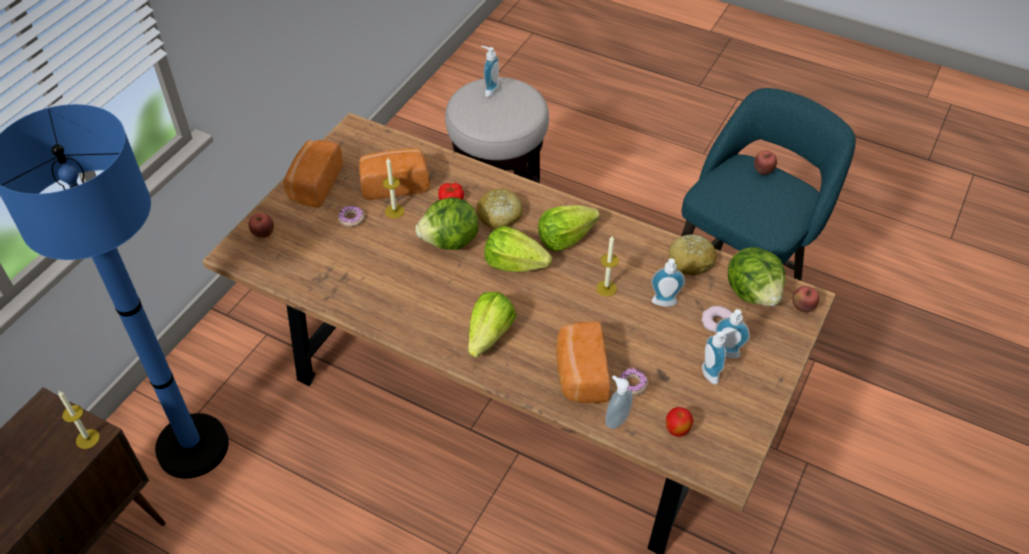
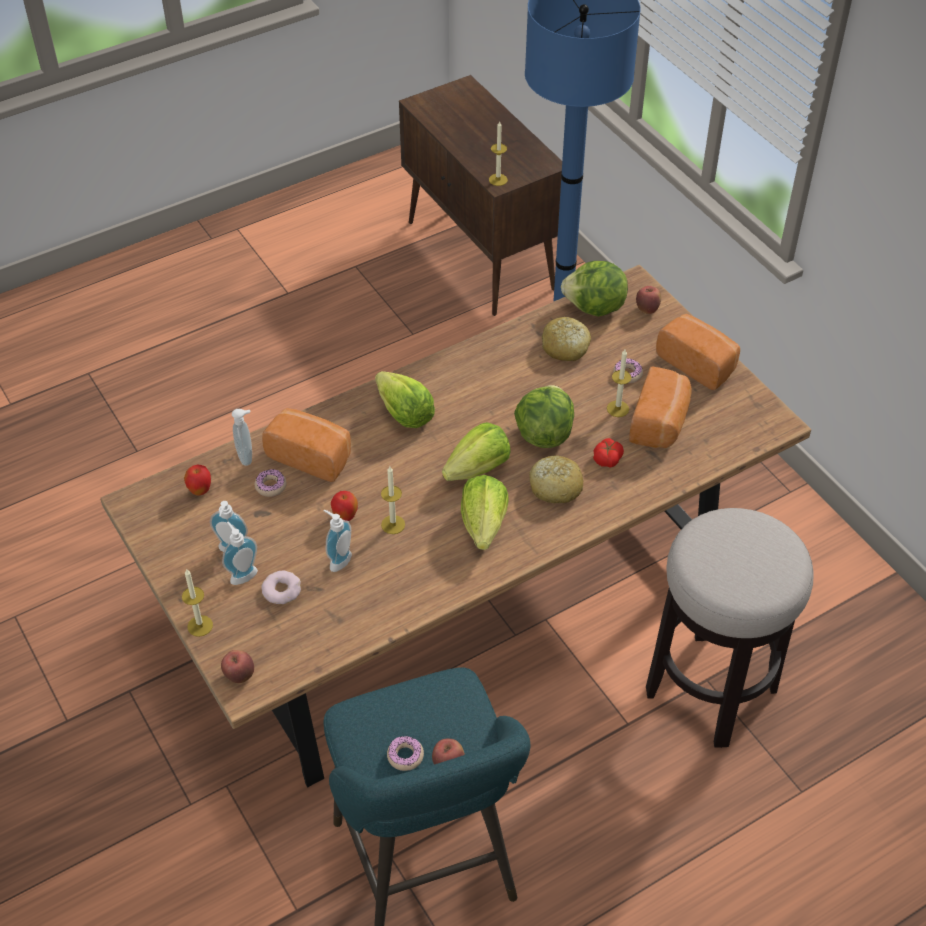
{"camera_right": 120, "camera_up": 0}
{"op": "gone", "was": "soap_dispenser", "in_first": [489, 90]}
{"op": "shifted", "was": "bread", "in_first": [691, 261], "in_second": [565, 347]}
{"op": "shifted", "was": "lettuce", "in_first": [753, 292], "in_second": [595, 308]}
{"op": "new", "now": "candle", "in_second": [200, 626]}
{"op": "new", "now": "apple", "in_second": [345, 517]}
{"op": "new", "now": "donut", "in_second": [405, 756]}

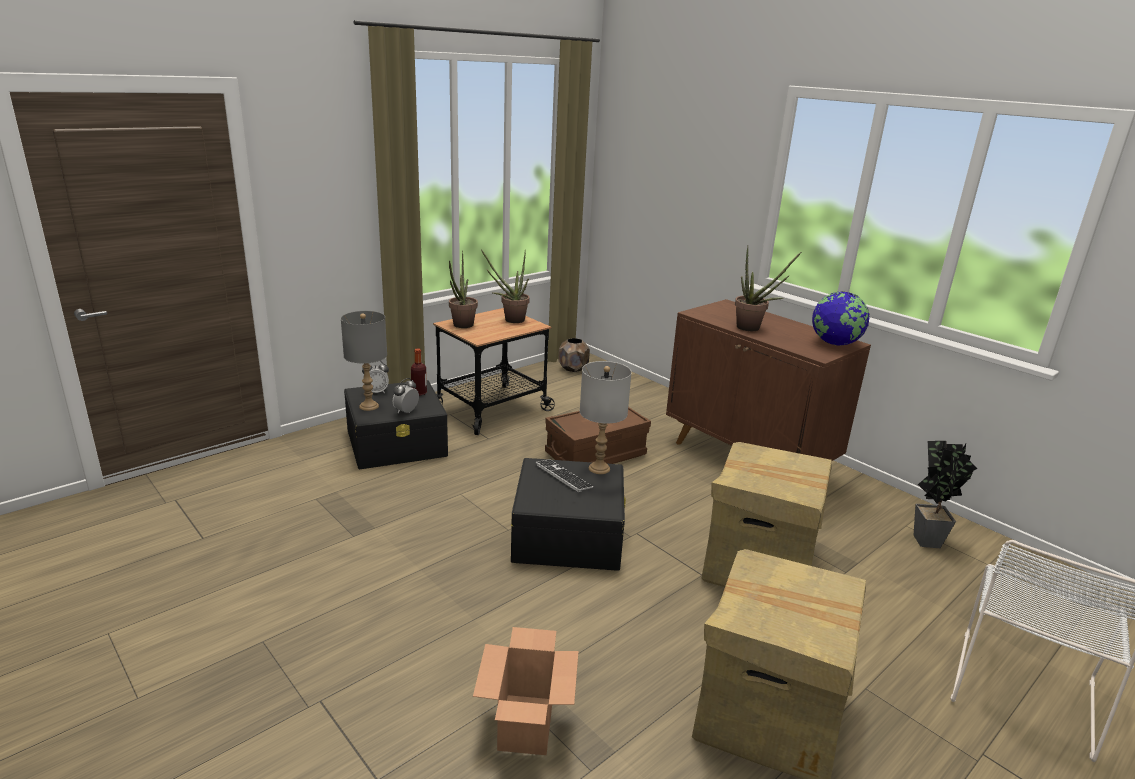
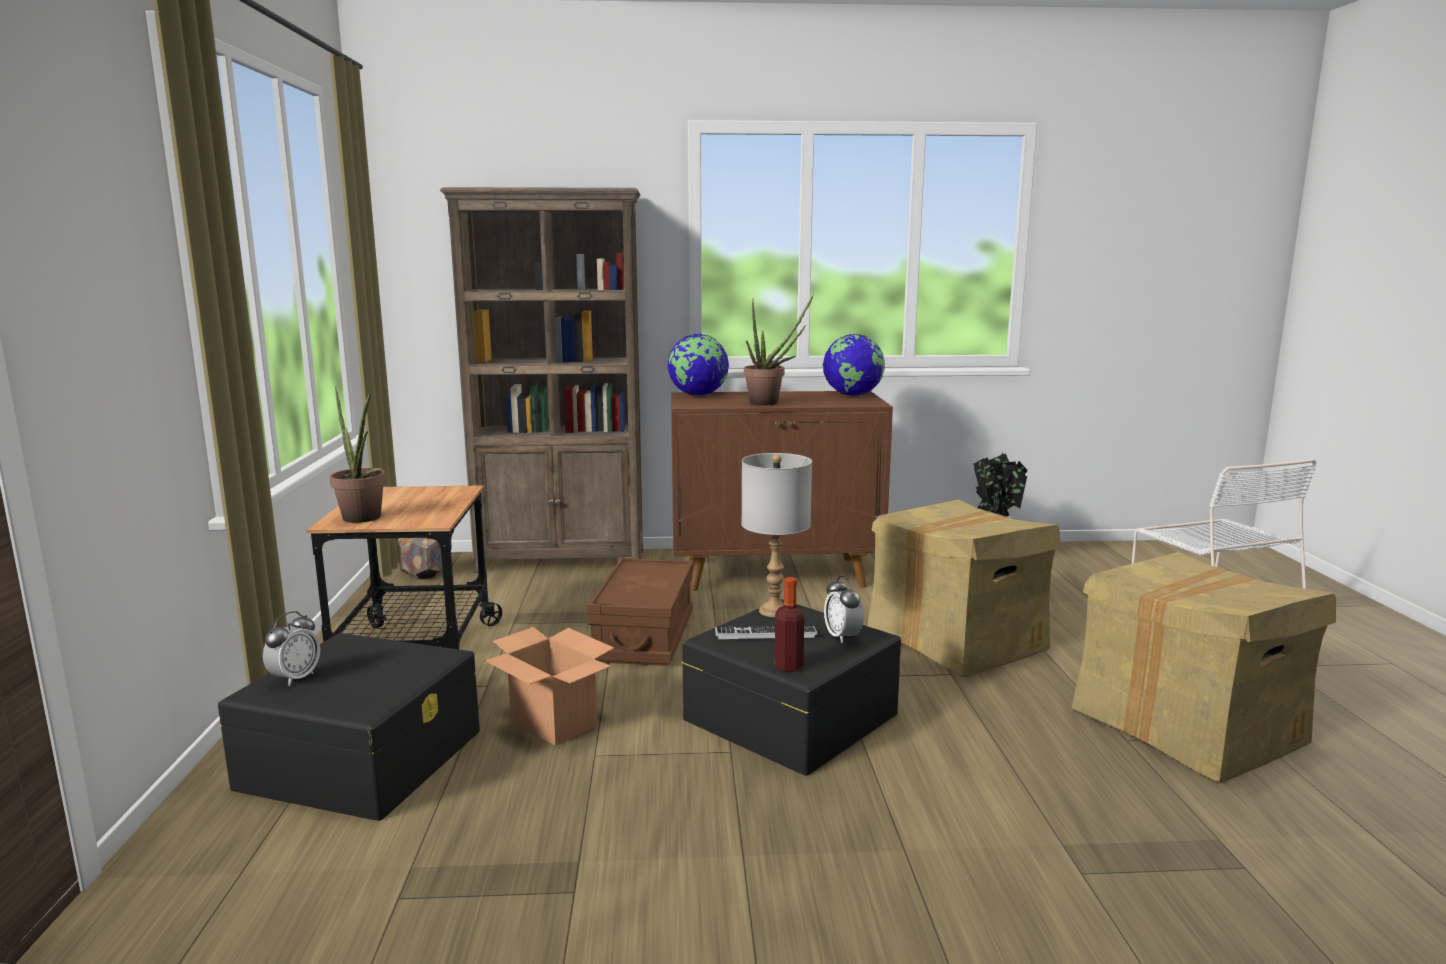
{"camera_right": -50, "camera_up": -10}
{"op": "gone", "was": "grey_table_lamp", "in_first": [368, 406]}
{"op": "shifted", "was": "alarm_clock", "in_first": [406, 411], "in_second": [842, 637]}
{"op": "shifted", "was": "bottle", "in_first": [419, 393], "in_second": [788, 666]}
{"op": "shifted", "was": "cardboard_box", "in_first": [526, 725], "in_second": [554, 723]}
{"op": "gone", "was": "potted_plant", "in_first": [510, 320]}
{"op": "new", "now": "brown_bookcase", "in_second": [562, 561]}
{"op": "new", "now": "globe", "in_second": [698, 395]}

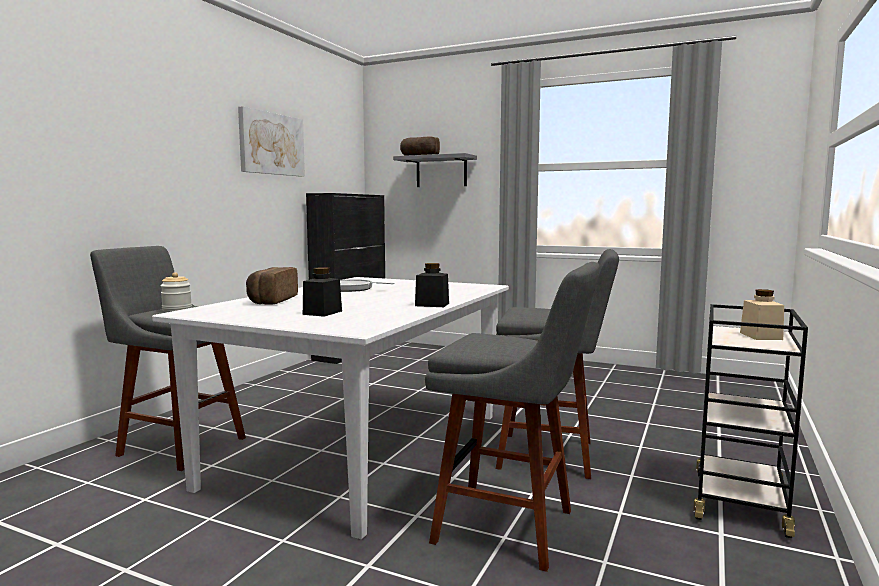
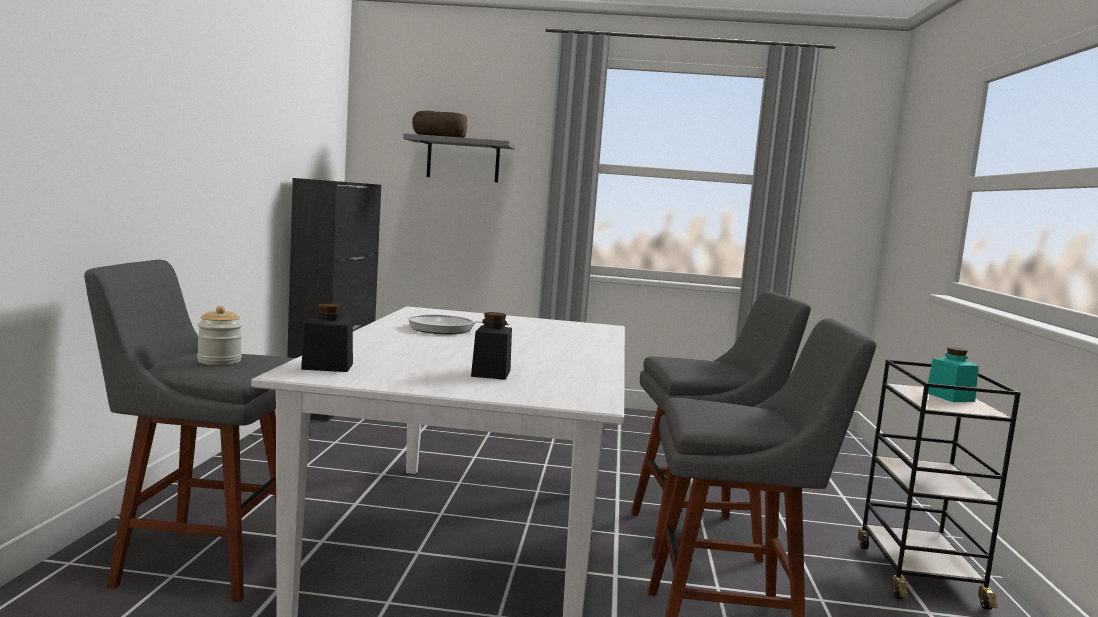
{"camera_right": -20, "camera_up": 0}
{"op": "gone", "was": "picture", "in_first": [271, 144]}
{"op": "gone", "was": "bread", "in_first": [271, 300]}
{"op": "shifted", "was": "black_jar", "in_first": [432, 304], "in_second": [327, 366]}
{"op": "repainted", "was": "beige_jar", "now": "turquoise_jar", "in_first": [760, 336], "in_second": [949, 397]}

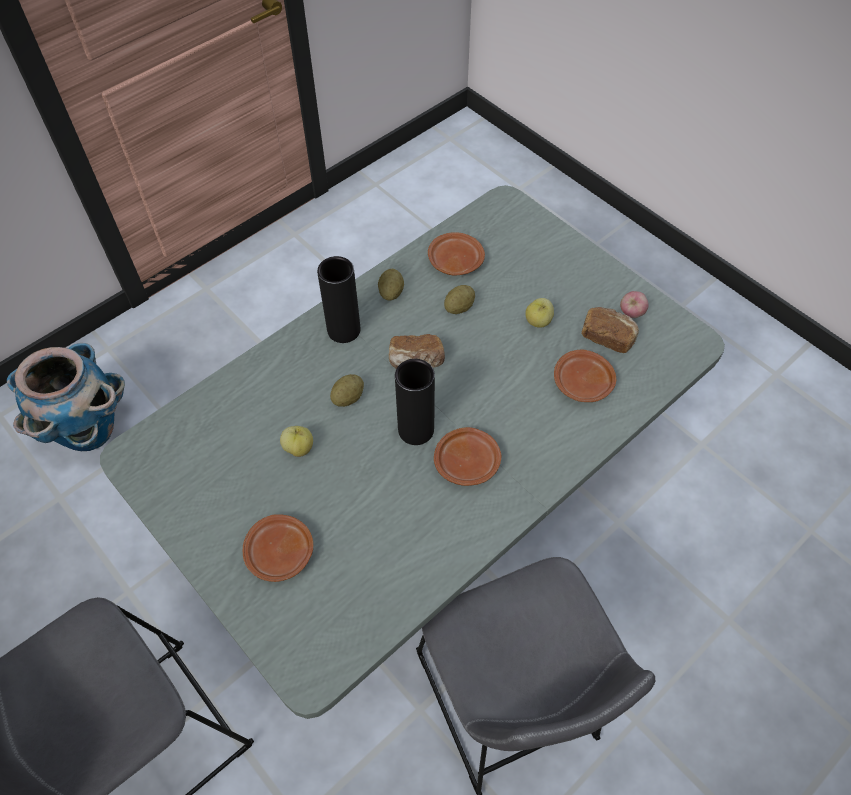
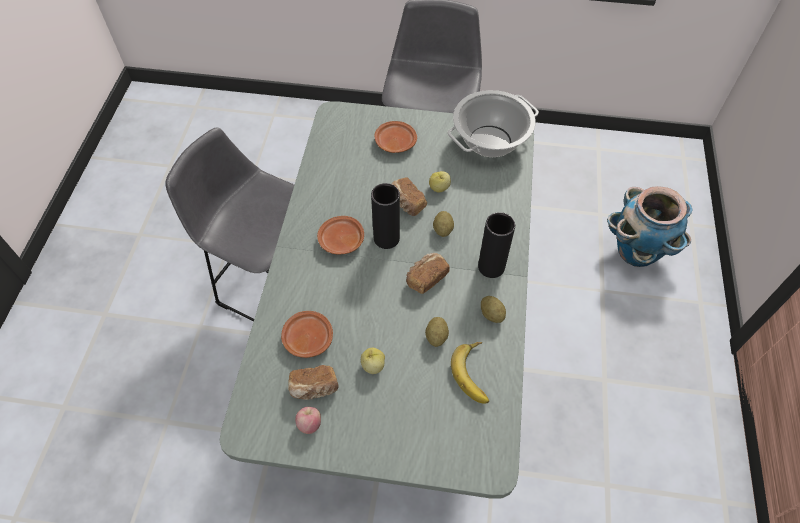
{"camera_right": 140, "camera_up": 0}
{"op": "swapped", "was": "brown_plate", "now": "banana", "in_first": [454, 261], "in_second": [476, 374]}
{"op": "new", "now": "bread", "in_second": [406, 203]}
{"op": "new", "now": "cooking_pot", "in_second": [490, 141]}

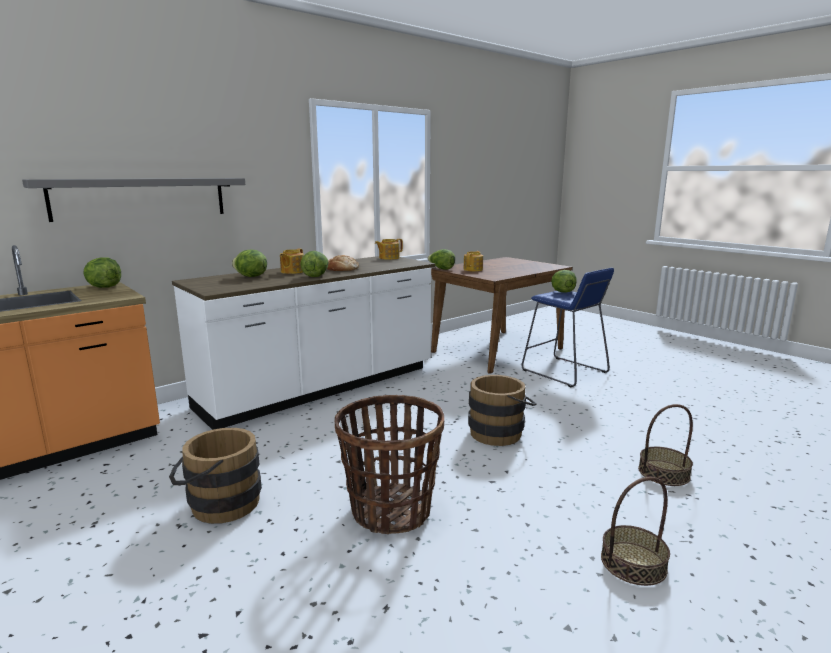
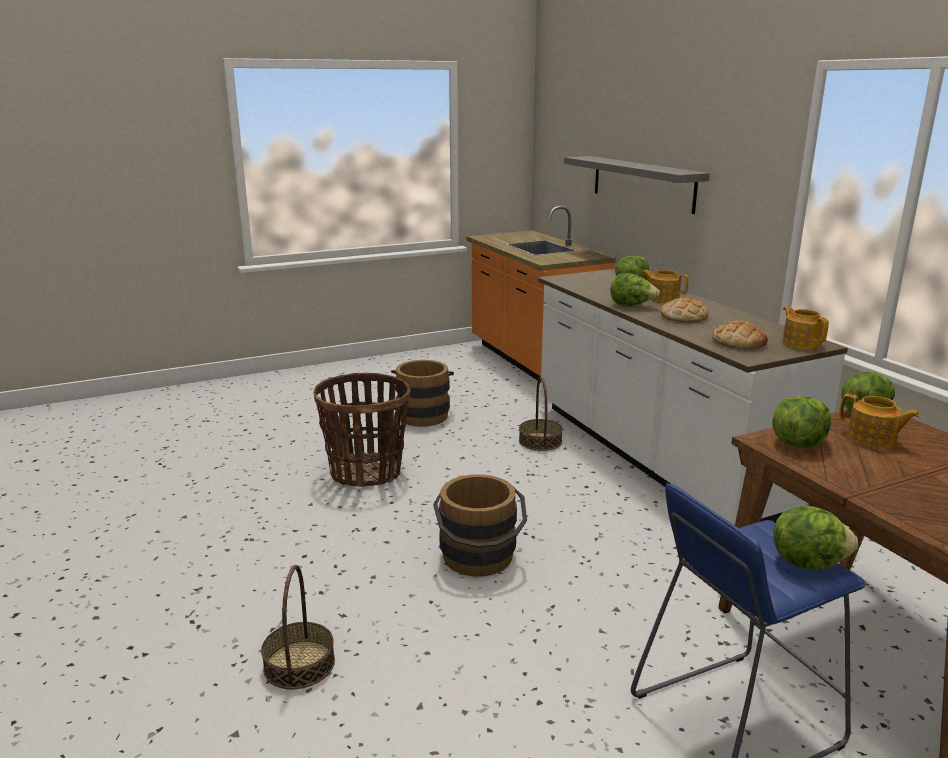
{"camera_right": 105, "camera_up": 5}
{"op": "shifted", "was": "lettuce", "in_first": [104, 287], "in_second": [798, 443]}
{"op": "shifted", "was": "basket", "in_first": [633, 563], "in_second": [540, 441]}
{"op": "new", "now": "bread", "in_second": [739, 342]}

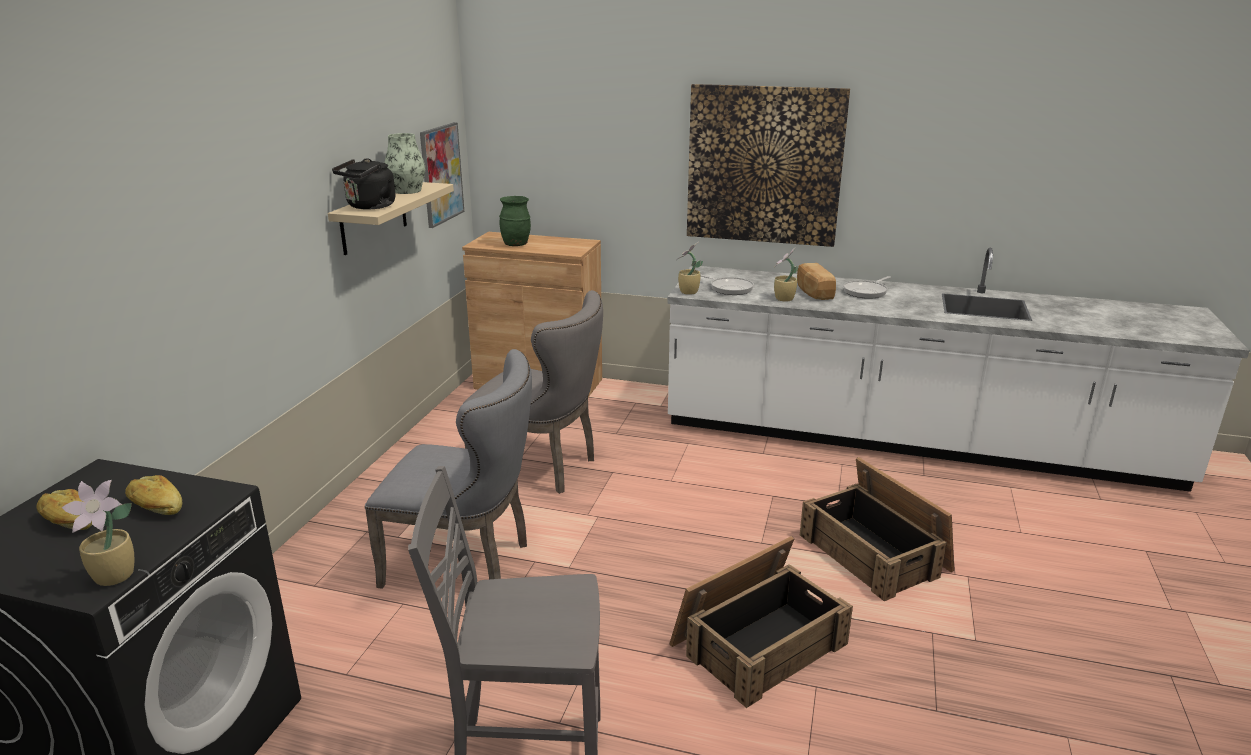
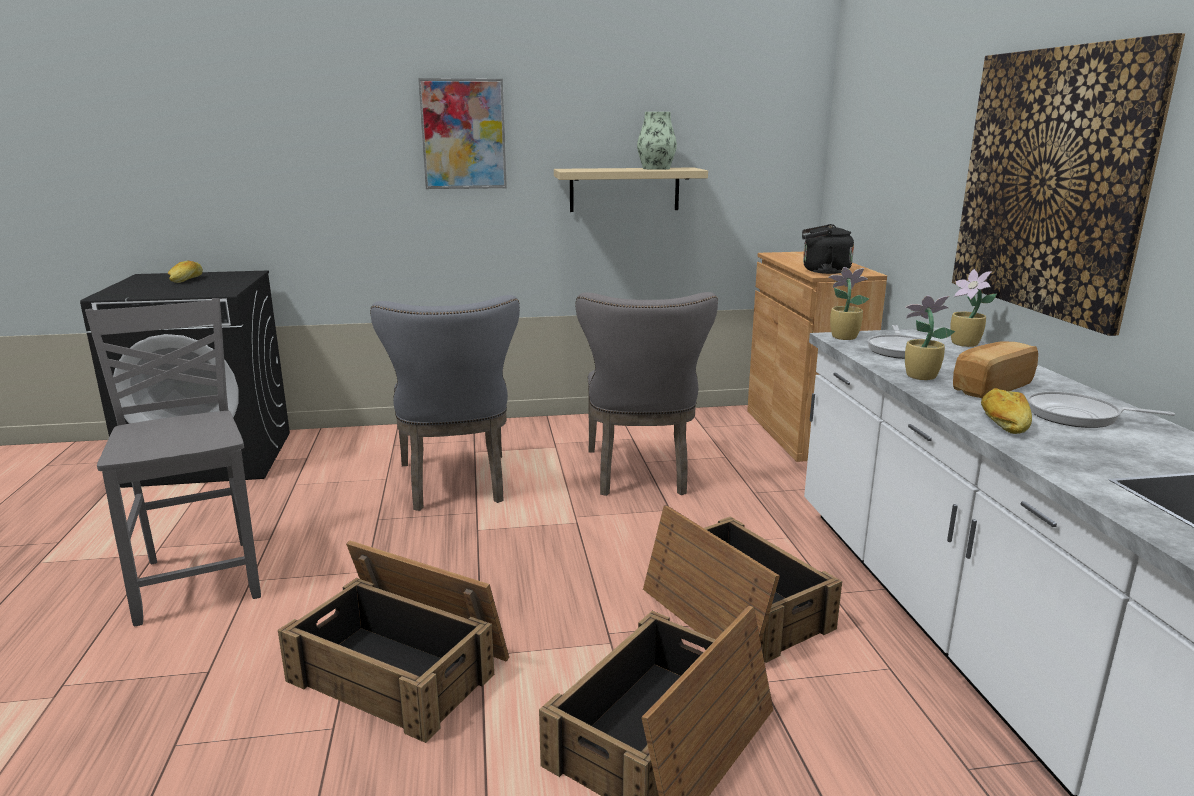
{"camera_right": 65, "camera_up": -5}
{"op": "shifted", "was": "potted_plant", "in_first": [116, 577], "in_second": [965, 344]}
{"op": "shifted", "was": "bread", "in_first": [155, 507], "in_second": [1002, 424]}
{"op": "shifted", "was": "black_kettle", "in_first": [369, 207], "in_second": [822, 271]}
{"op": "shifted", "was": "picture", "in_first": [441, 174], "in_second": [463, 134]}
{"op": "gone", "was": "green_vase", "in_first": [516, 244]}
{"op": "new", "now": "crate", "in_second": [734, 609]}

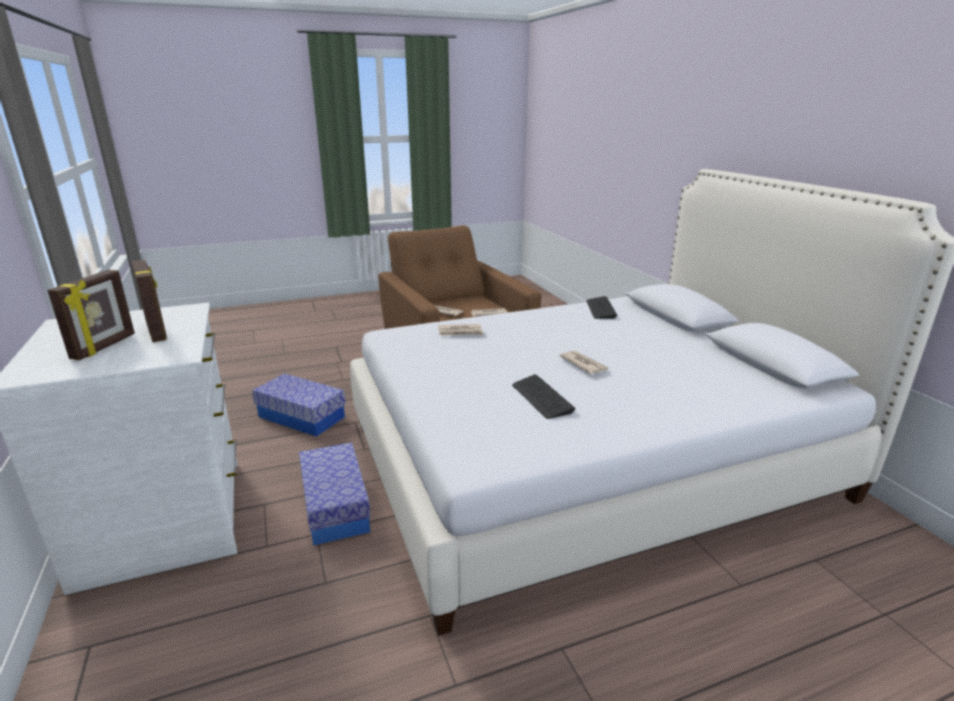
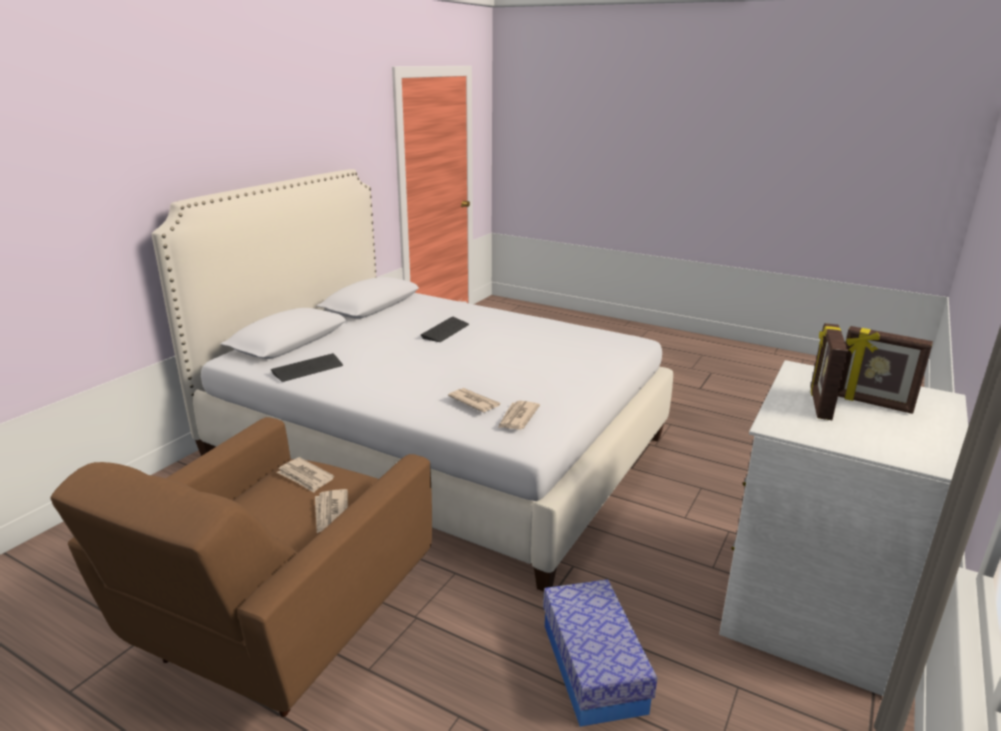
{"camera_right": -130, "camera_up": 0}
{"op": "rotated", "was": "picture_frame", "in_first": [105, 347], "in_second": [872, 403], "clockwise": -120}
{"op": "gone", "was": "storage_box", "in_first": [335, 506]}
{"op": "shifted", "was": "keyboard", "in_first": [542, 398], "in_second": [445, 331]}
{"op": "shifted", "was": "newspaper", "in_first": [583, 364], "in_second": [517, 417]}

